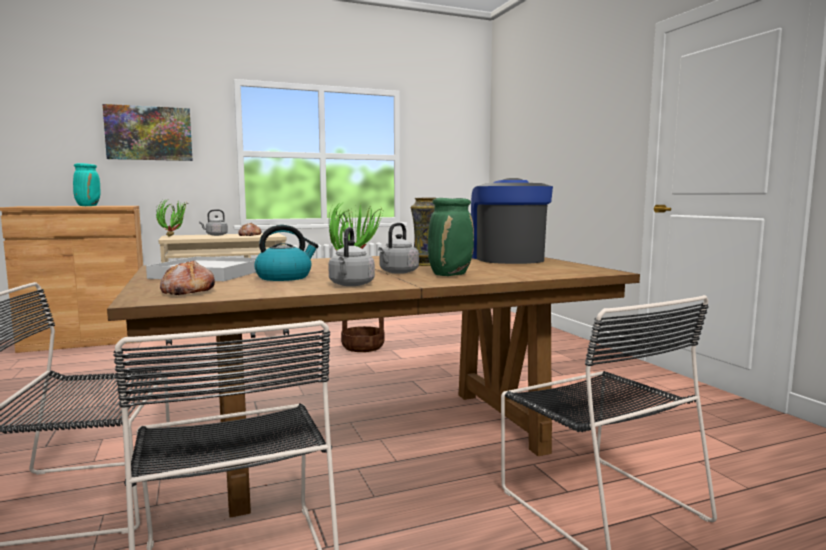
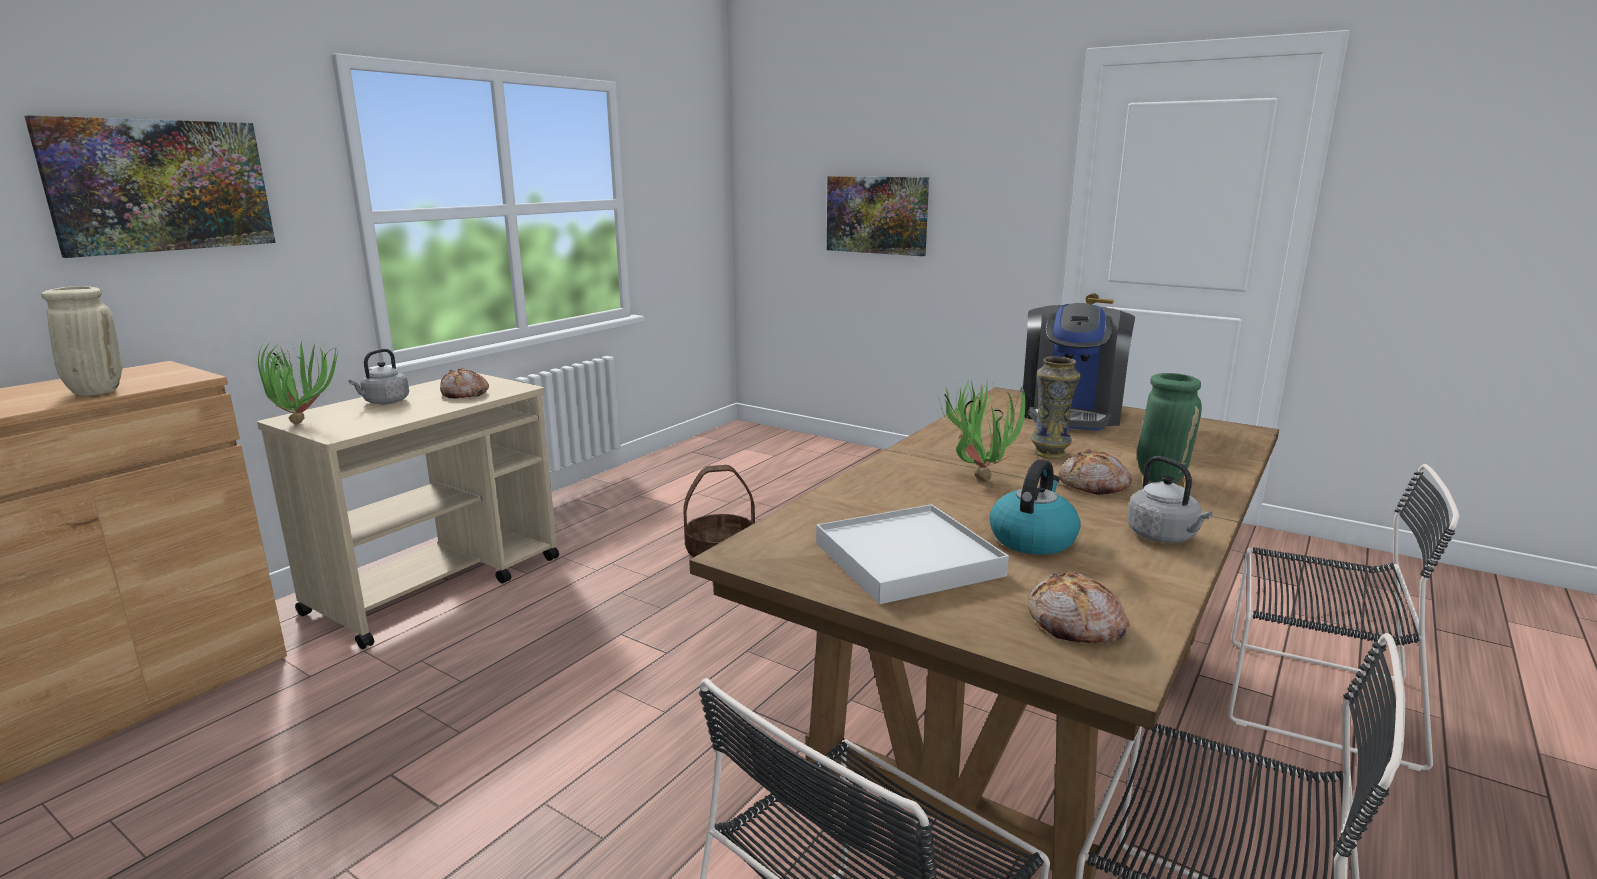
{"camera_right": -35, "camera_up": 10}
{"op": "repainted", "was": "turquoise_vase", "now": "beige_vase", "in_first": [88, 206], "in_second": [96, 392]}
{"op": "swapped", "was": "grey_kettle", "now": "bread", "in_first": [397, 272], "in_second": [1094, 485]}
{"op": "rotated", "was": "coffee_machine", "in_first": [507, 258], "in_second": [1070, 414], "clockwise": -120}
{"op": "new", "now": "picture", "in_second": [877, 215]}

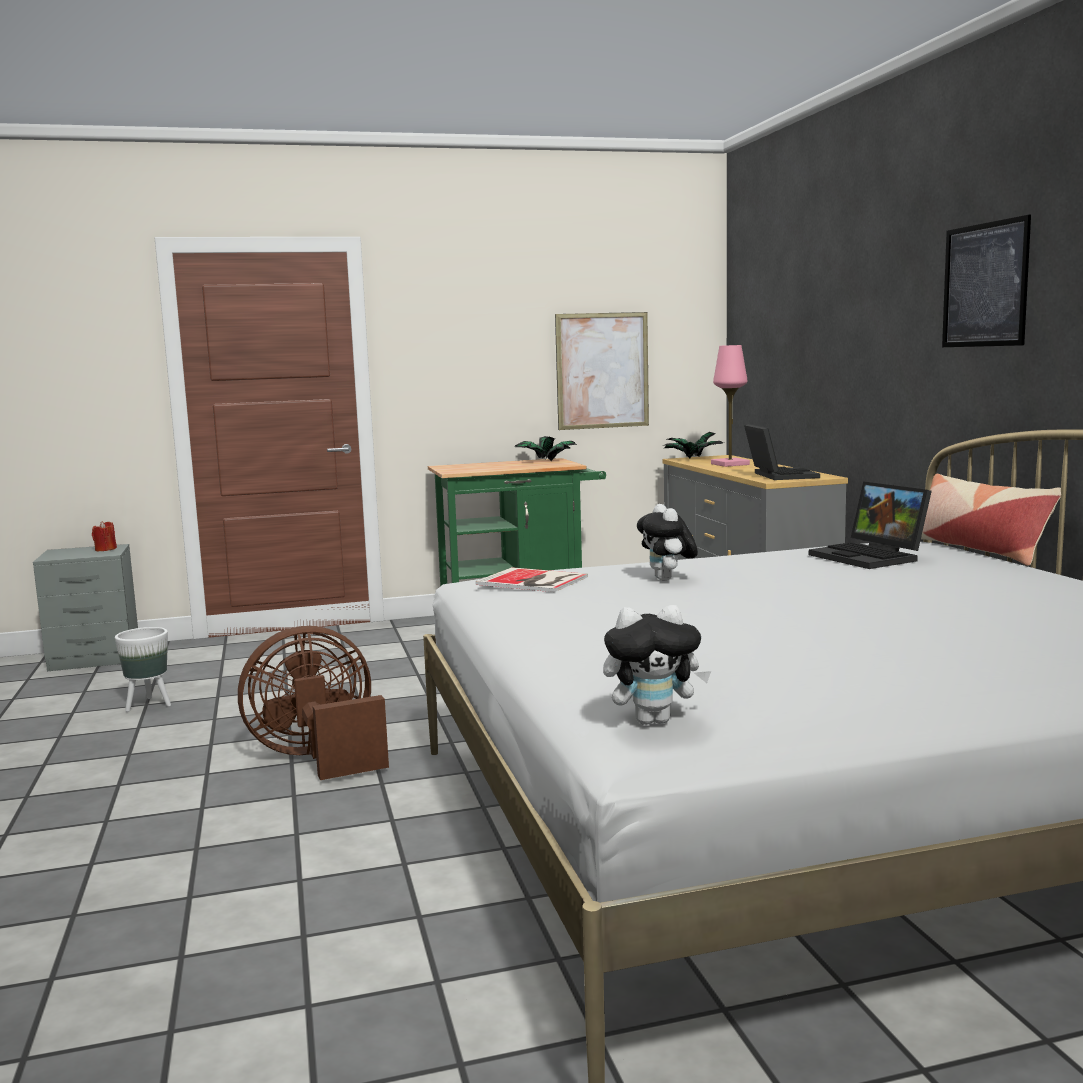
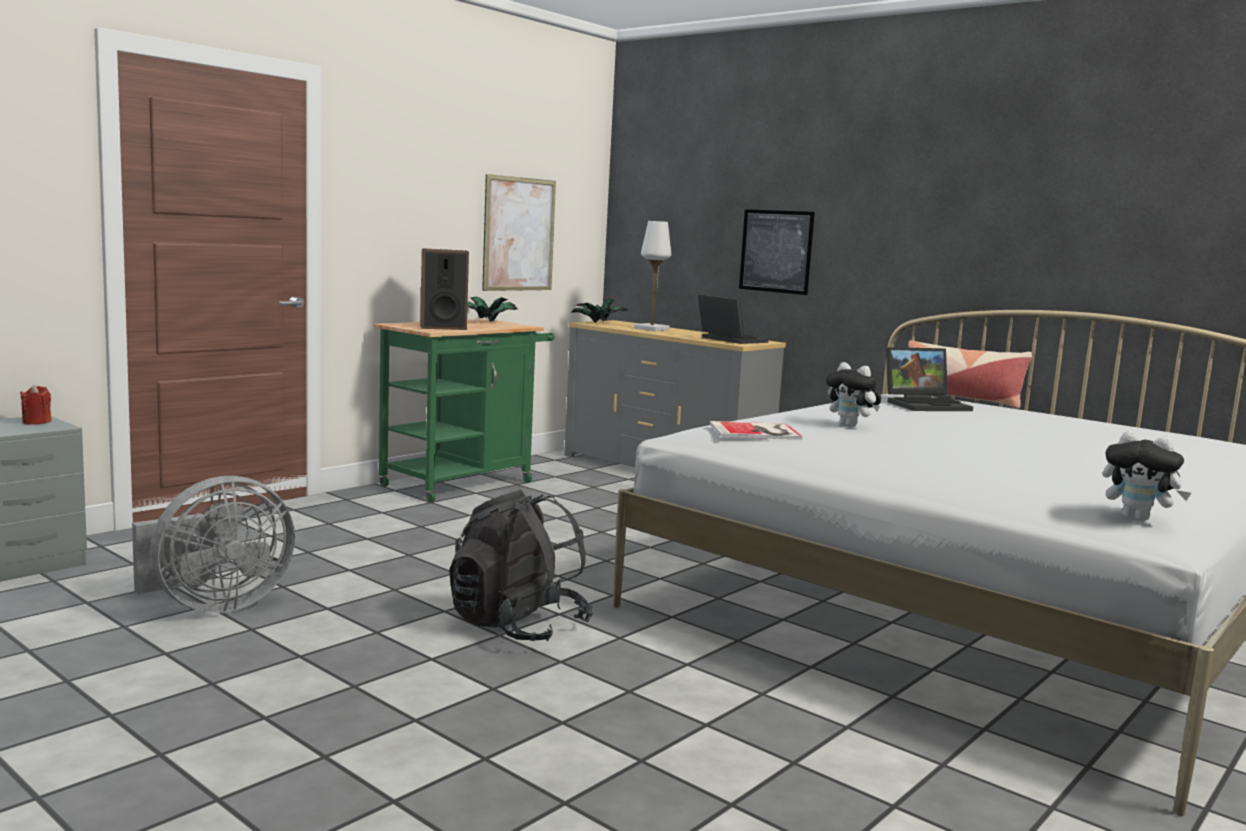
{"camera_right": -35, "camera_up": 0}
{"op": "swapped", "was": "white_planter", "now": "grey_fan", "in_first": [149, 705], "in_second": [214, 605]}
{"op": "swapped", "was": "brown_fan", "now": "black_backpack", "in_first": [318, 758], "in_second": [517, 626]}
{"op": "rotated", "was": "plush_toy", "in_first": [654, 720], "in_second": [1138, 519], "clockwise": 75}
{"op": "repainted", "was": "pink_table_lamp", "now": "white_table_lamp", "in_first": [730, 464], "in_second": [651, 329]}
{"op": "rotated", "was": "laptop", "in_first": [871, 557], "in_second": [926, 405], "clockwise": -45}
{"op": "shifted", "was": "picture", "in_first": [985, 285], "in_second": [776, 251]}
{"op": "new", "now": "speaker", "in_second": [443, 327]}

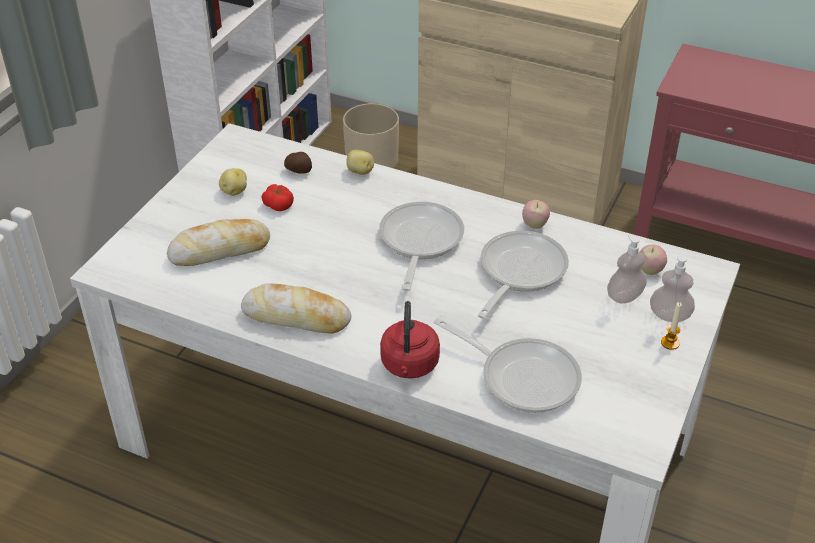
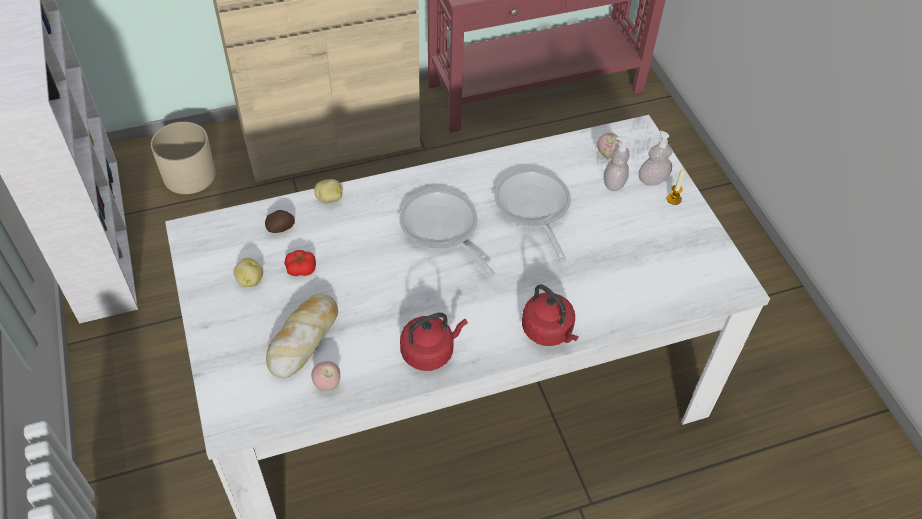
{"camera_right": -45, "camera_up": 10}
{"op": "swapped", "was": "bread", "now": "red_kettle", "in_first": [296, 317], "in_second": [430, 351]}
{"op": "gone", "was": "frying_pan", "in_first": [522, 376]}
{"op": "shifted", "was": "apple", "in_first": [534, 225], "in_second": [327, 384]}

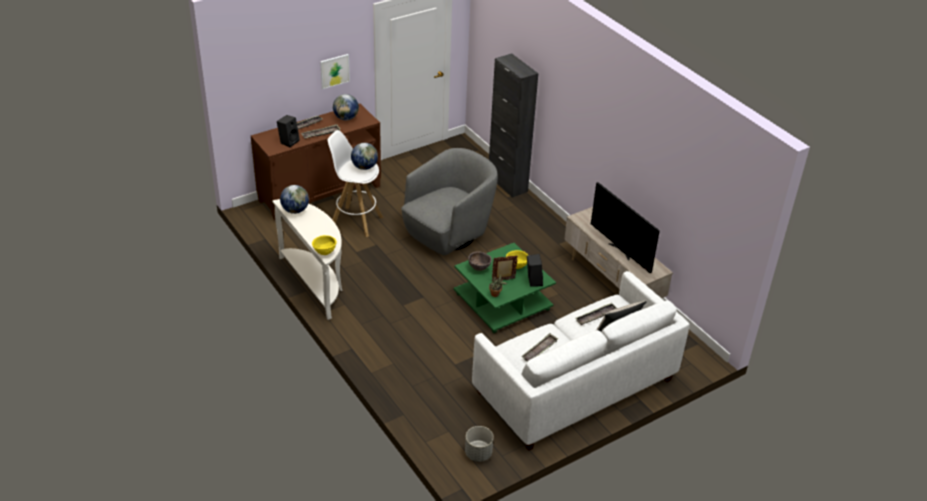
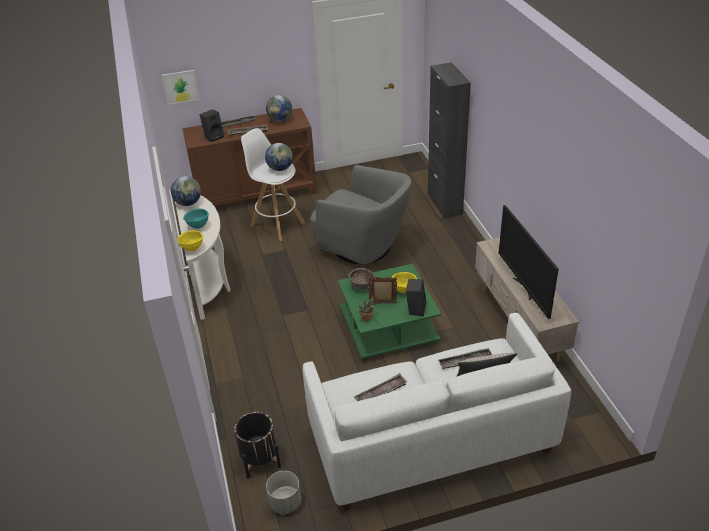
{"camera_right": 20, "camera_up": 0}
{"op": "shifted", "was": "picture", "in_first": [334, 71], "in_second": [180, 87]}
{"op": "rotated", "was": "grey_armchair", "in_first": [448, 233], "in_second": [363, 247], "clockwise": 60}
{"op": "new", "now": "turquoise_bowl", "in_second": [198, 226]}
{"op": "new", "now": "black_planter", "in_second": [260, 459]}

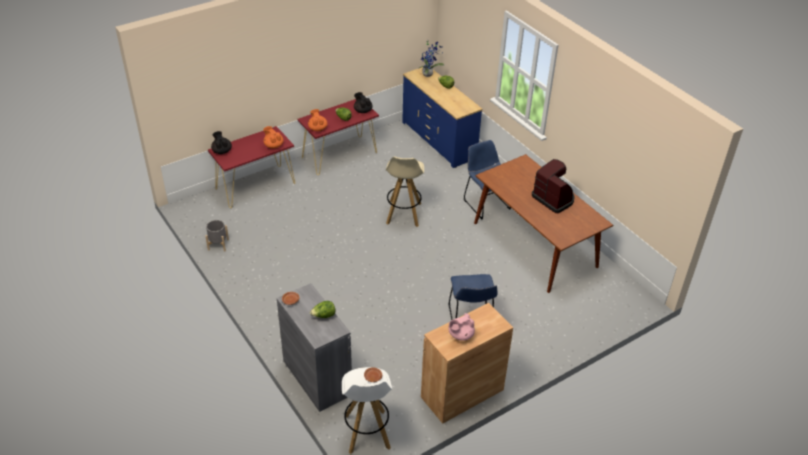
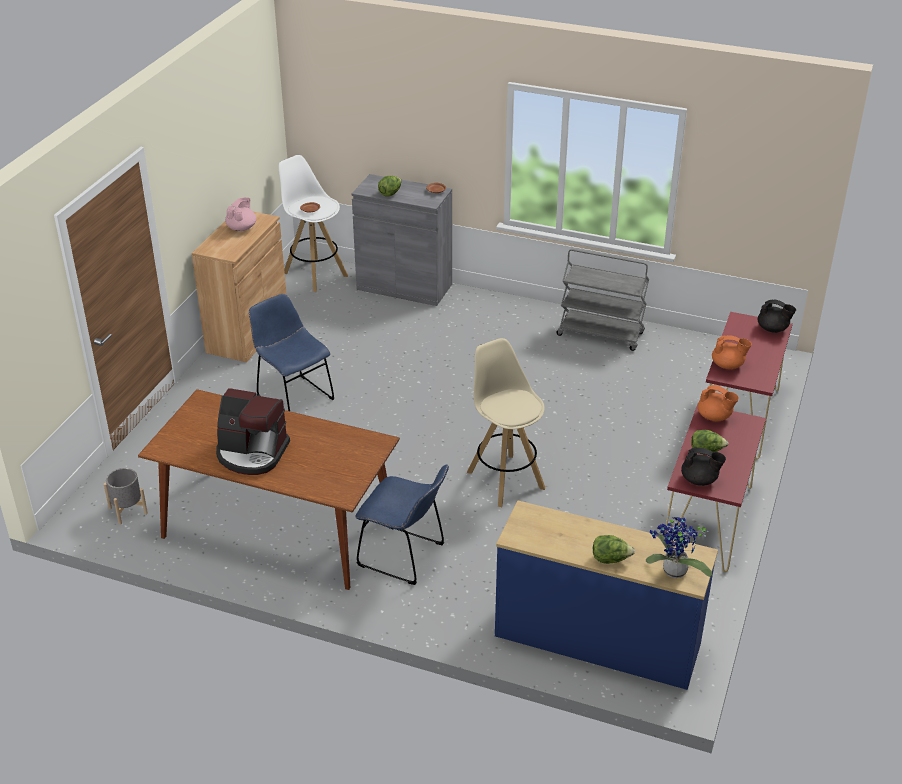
{"camera_right": 145, "camera_up": -5}
{"op": "shifted", "was": "grey_planter", "in_first": [218, 244], "in_second": [128, 511]}
{"op": "new", "now": "grey_cart", "in_second": [601, 334]}

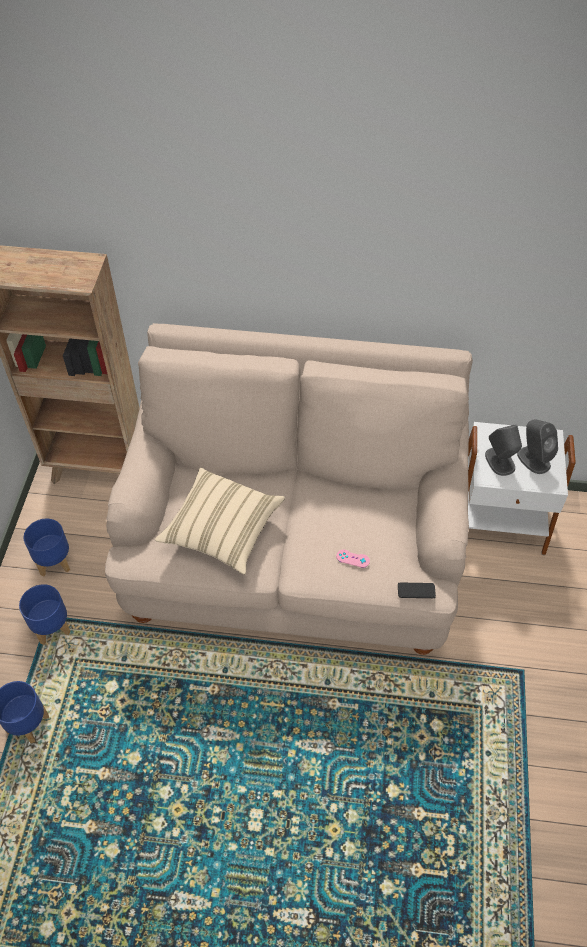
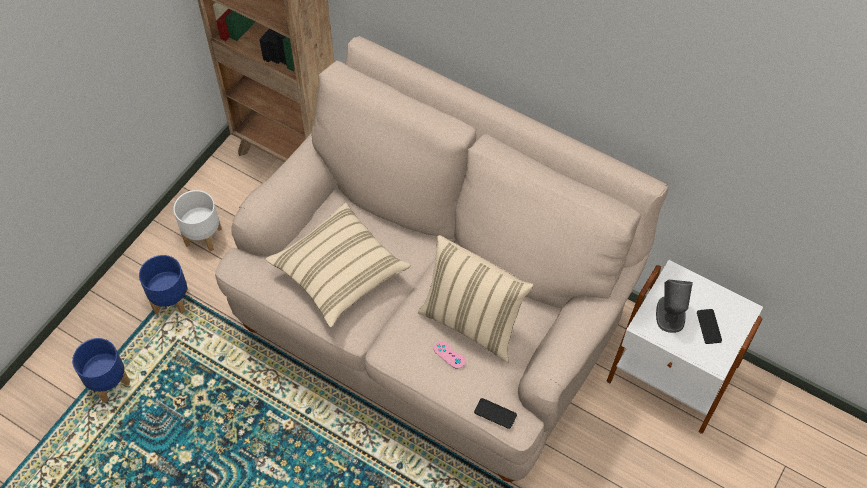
{"camera_right": 25, "camera_up": 5}
{"op": "repainted", "was": "blue_planter", "now": "white_planter", "in_first": [54, 561], "in_second": [203, 236]}
{"op": "swapped", "was": "grey_speaker", "now": "phone", "in_first": [533, 459], "in_second": [709, 326]}
{"op": "new", "now": "beige_pillow", "in_second": [472, 322]}

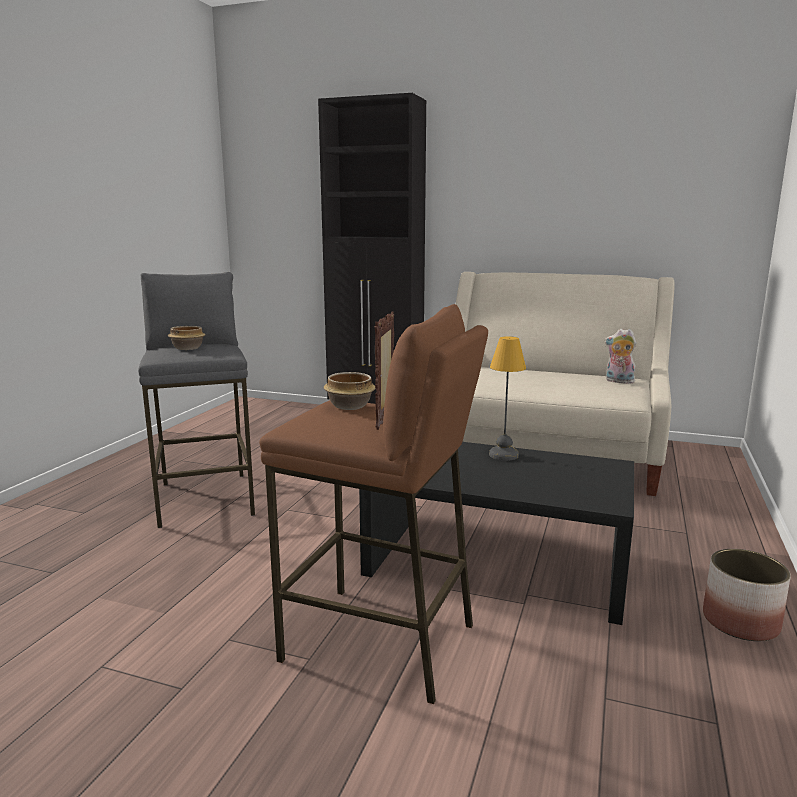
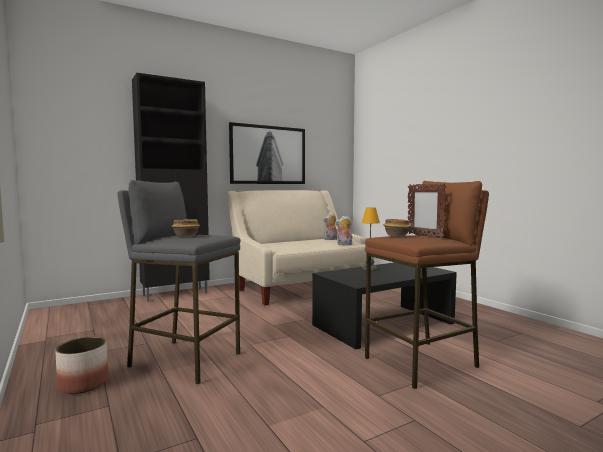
{"camera_right": -50, "camera_up": -10}
{"op": "shifted", "was": "planter", "in_first": [741, 622], "in_second": [84, 384]}
{"op": "new", "now": "picture", "in_second": [268, 155]}
{"op": "new", "now": "plush_toy", "in_second": [344, 245]}

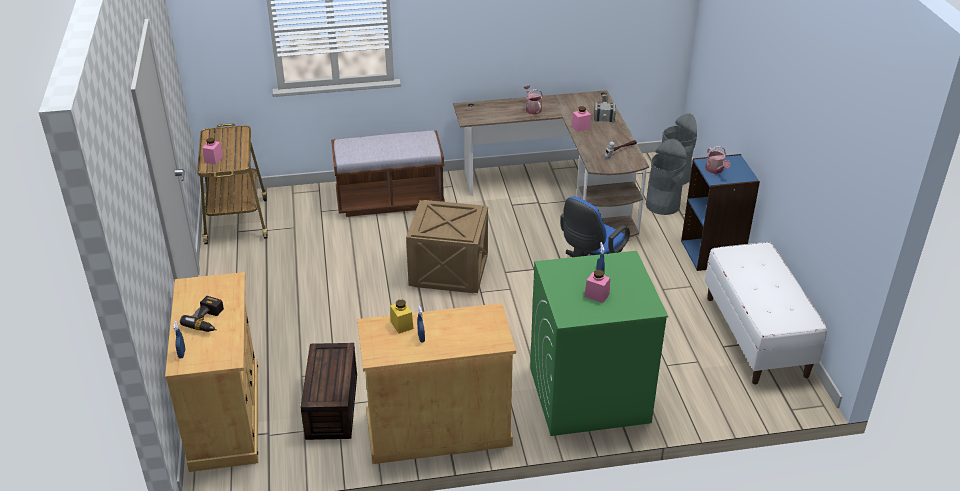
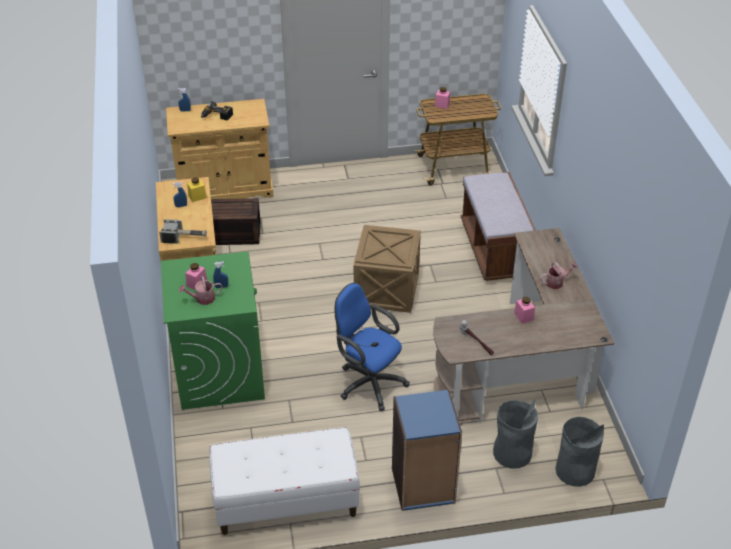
{"camera_right": 90, "camera_up": 5}
{"op": "shifted", "was": "hammer", "in_first": [604, 112], "in_second": [185, 237]}
{"op": "shifted", "was": "watering_can", "in_first": [715, 170], "in_second": [202, 299]}

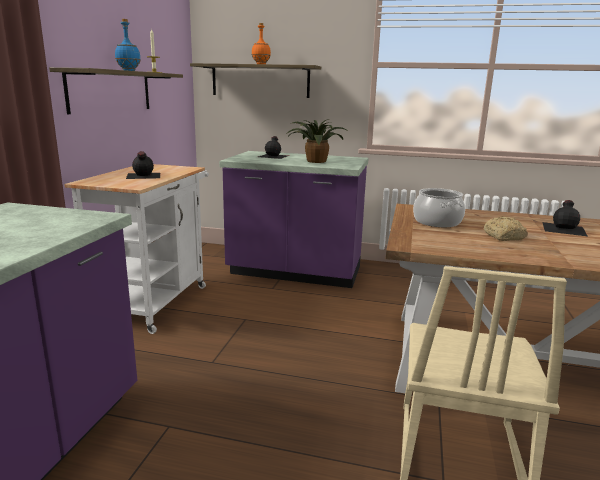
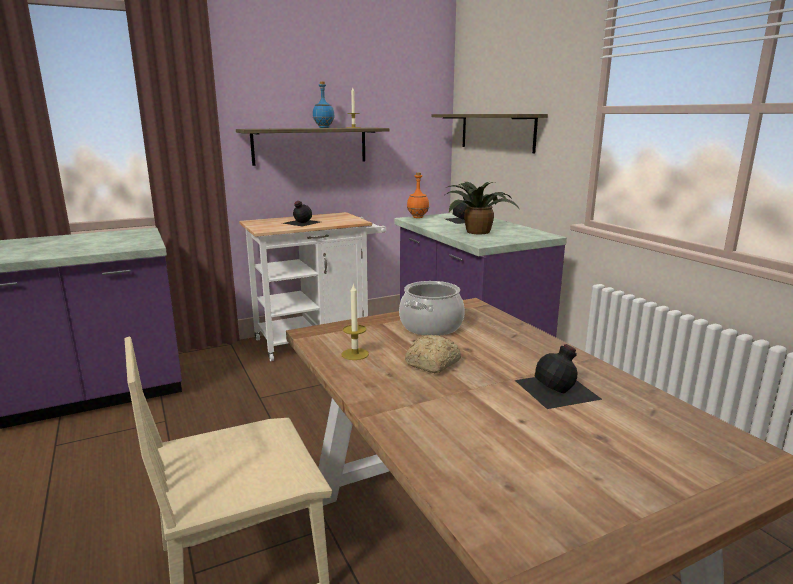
{"camera_right": 50, "camera_up": 0}
{"op": "shifted", "was": "orange_bottle", "in_first": [261, 64], "in_second": [418, 217]}
{"op": "new", "now": "candle", "in_second": [355, 354]}

